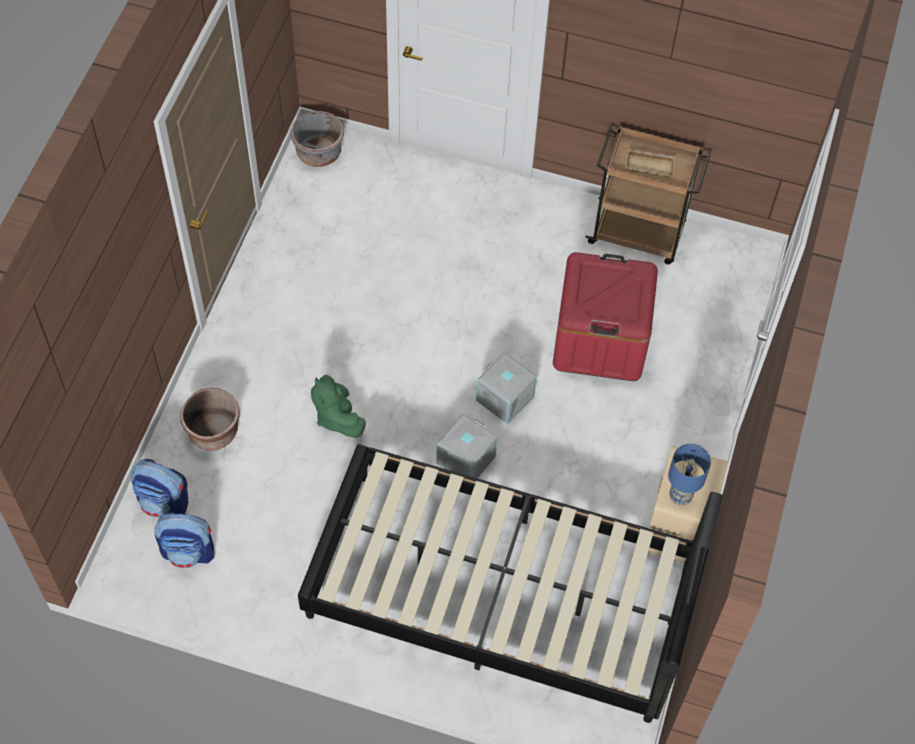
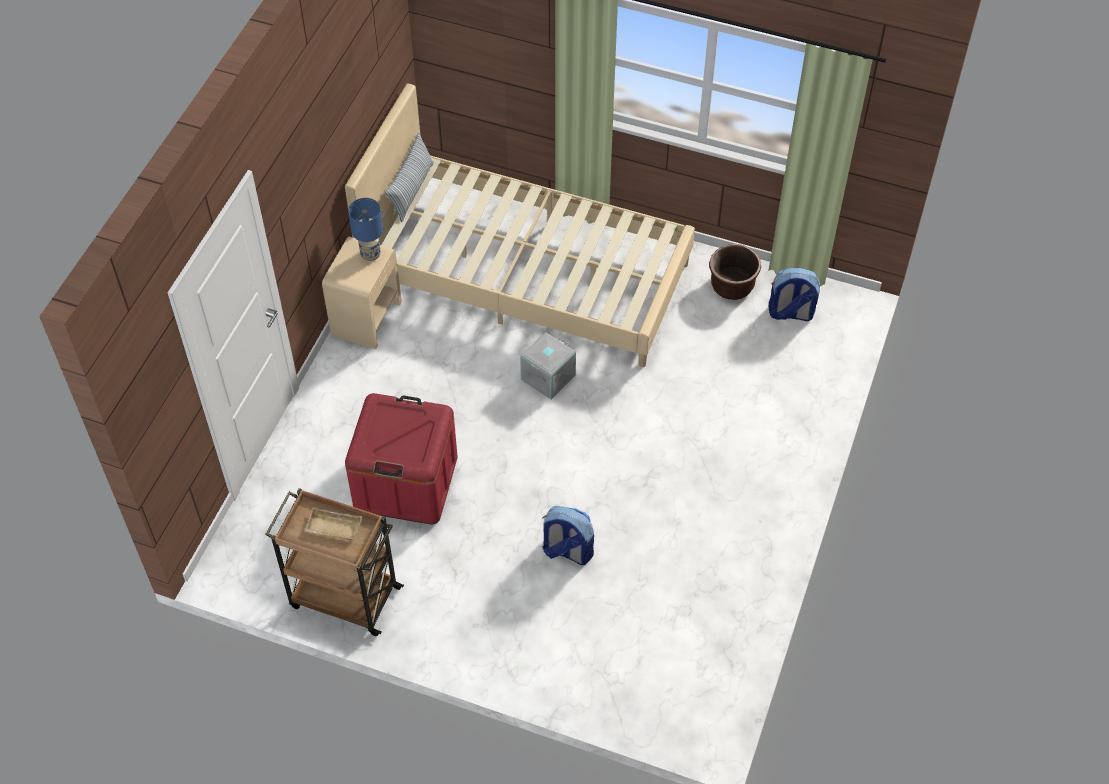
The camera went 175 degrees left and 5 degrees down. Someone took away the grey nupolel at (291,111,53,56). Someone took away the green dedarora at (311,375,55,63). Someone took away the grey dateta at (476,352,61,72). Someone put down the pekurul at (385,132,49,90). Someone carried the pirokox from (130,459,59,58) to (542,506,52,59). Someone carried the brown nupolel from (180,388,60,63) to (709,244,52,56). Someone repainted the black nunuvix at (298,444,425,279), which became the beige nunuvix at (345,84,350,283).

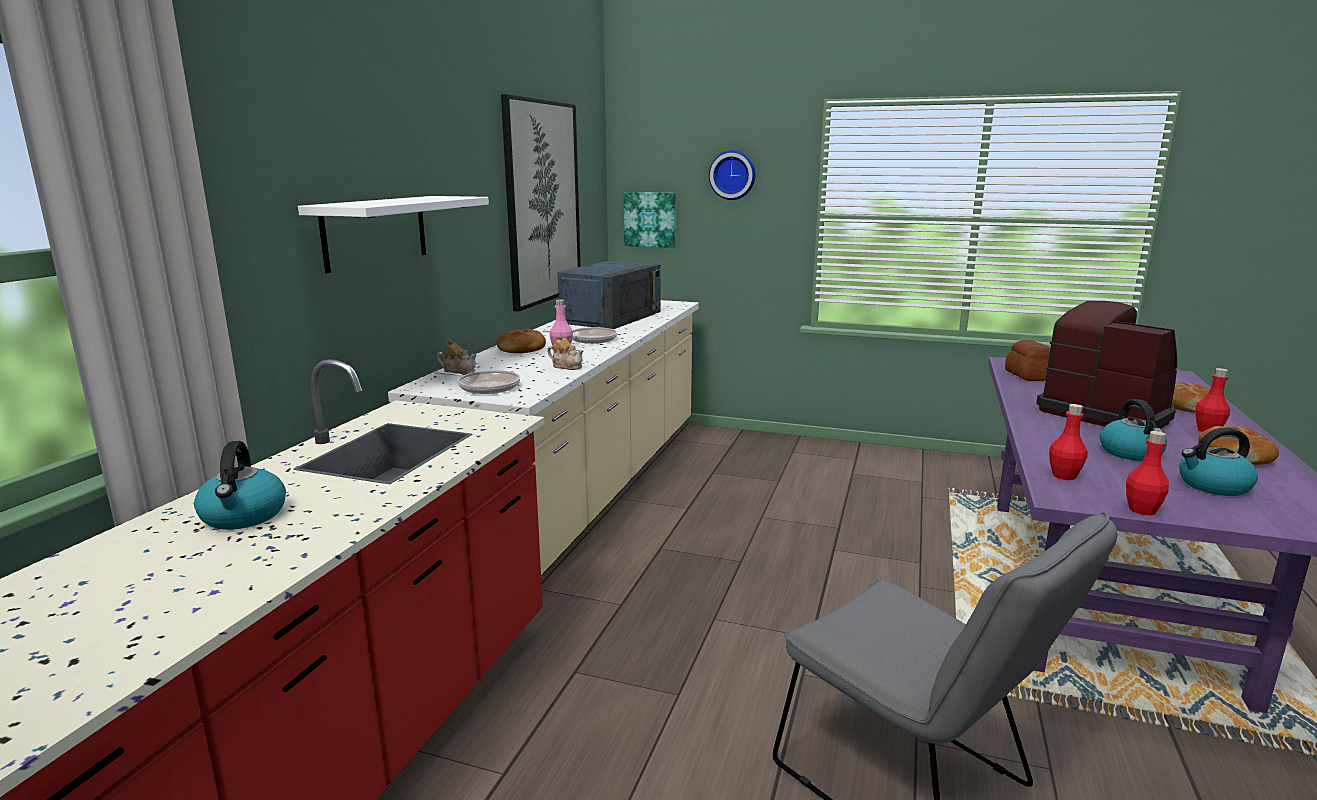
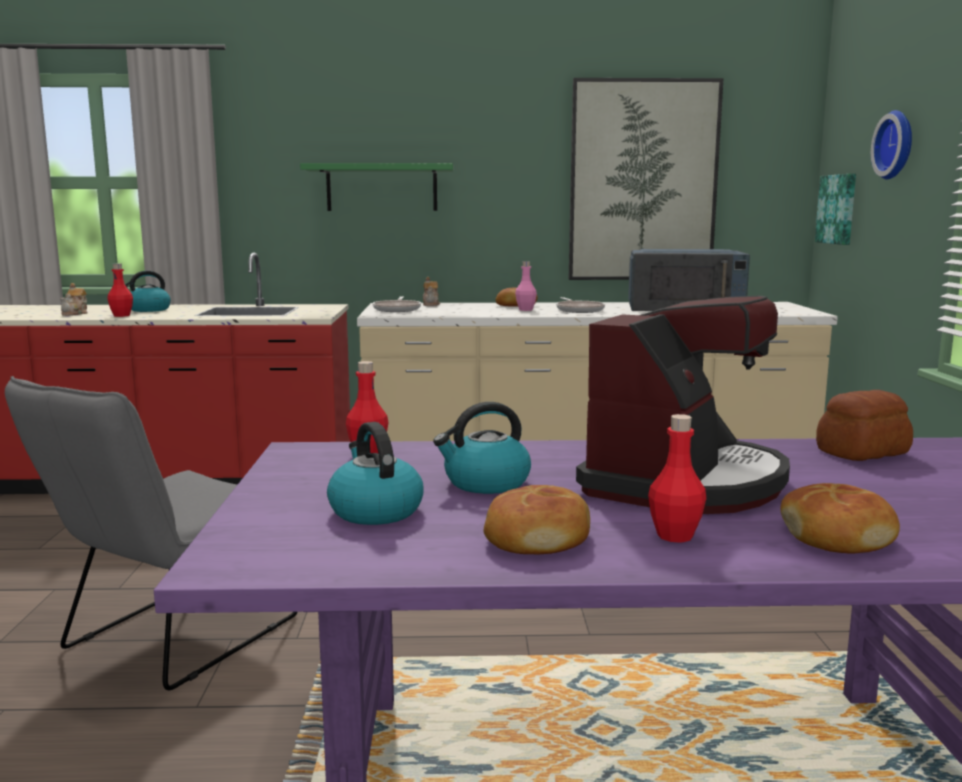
The camera went 70 degrees right and 5 degrees down. Someone carried the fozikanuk from (547,334,37,36) to (60,283,28,33). Someone carried the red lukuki from (1126,431,43,84) to (107,263,26,54). Someone repainted the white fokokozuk at (298,196,191,77), which became the green fokokozuk at (300,163,153,48).

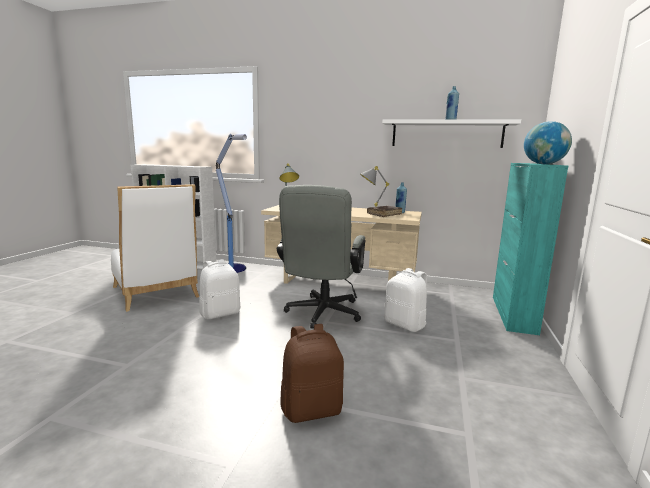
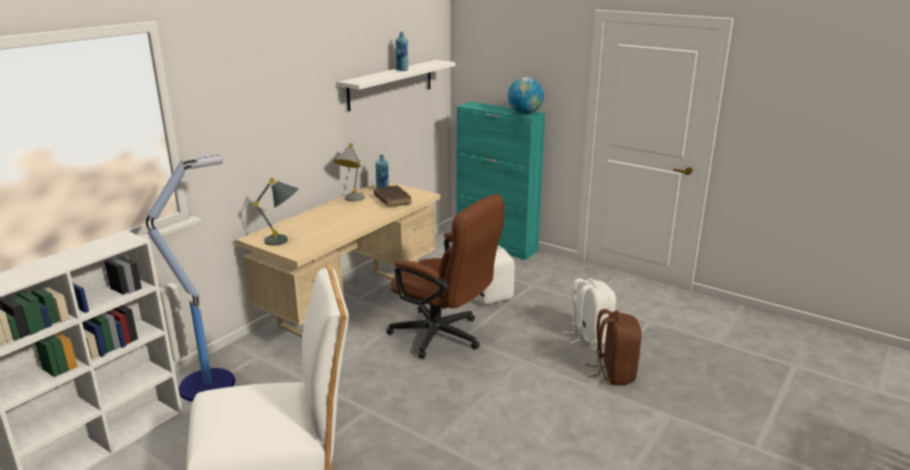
The camera went 70 degrees left and 10 degrees up. Someone carried the white pirokox from (199,259,41,61) to (563,278,53,68). Someone repainted the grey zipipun at (277,185,88,144), which became the brown zipipun at (386,194,119,165).

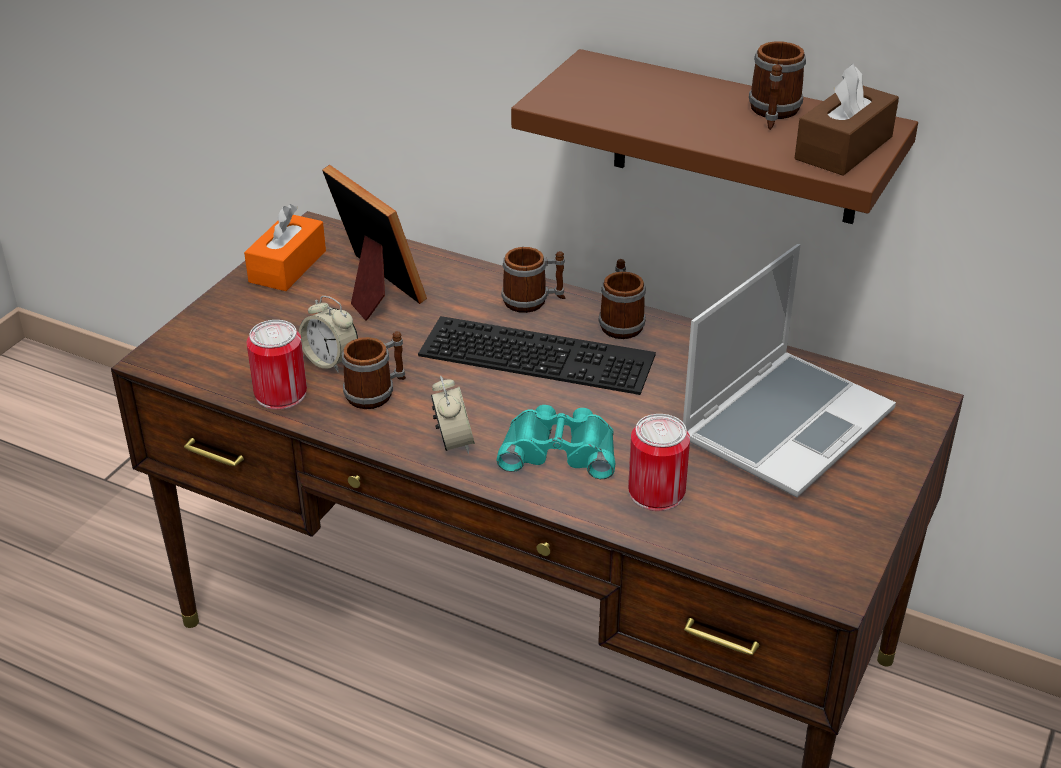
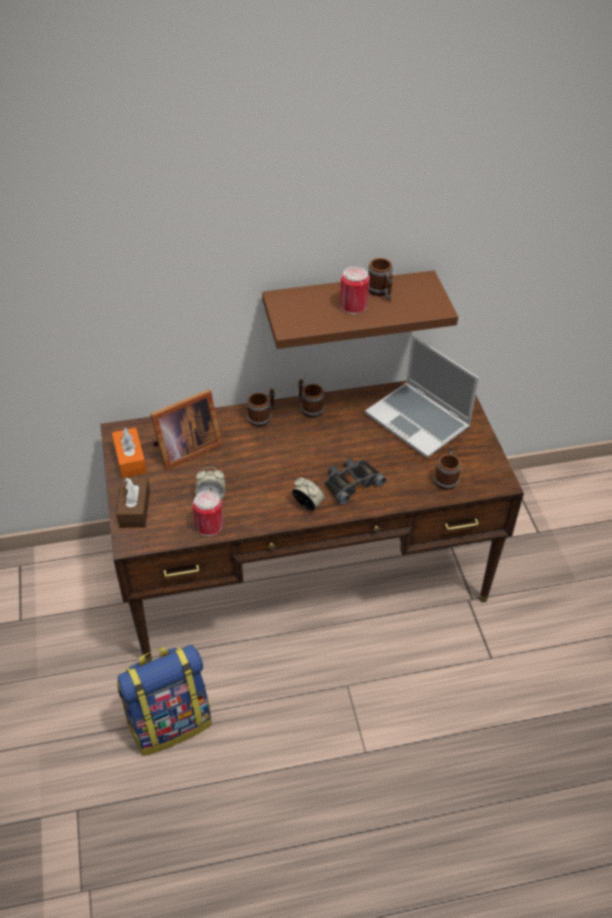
The camera went 40 degrees left and 10 degrees up. Someone took away the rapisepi at (418,316,238,79). Someone put down the pirokox at (117,645,95,111). Someone carried the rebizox from (342,331,64,78) to (434,446,27,44). Someone carried the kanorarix from (628,414,62,97) to (340,266,30,48). Someone carried the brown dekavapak from (795,64,104,112) to (117,477,33,51). Someone repainted the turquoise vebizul at (496,405,120,74), which became the black vebizul at (325,458,61,47). Someone rotated the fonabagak at (322,165,105,156) by 135 degrees clockwise. Someone rotated the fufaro at (683,244,213,253) by 135 degrees clockwise.

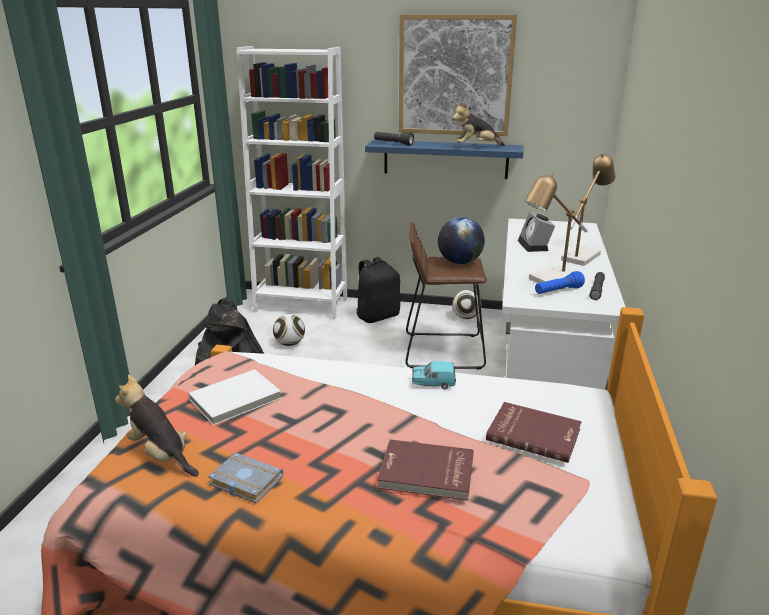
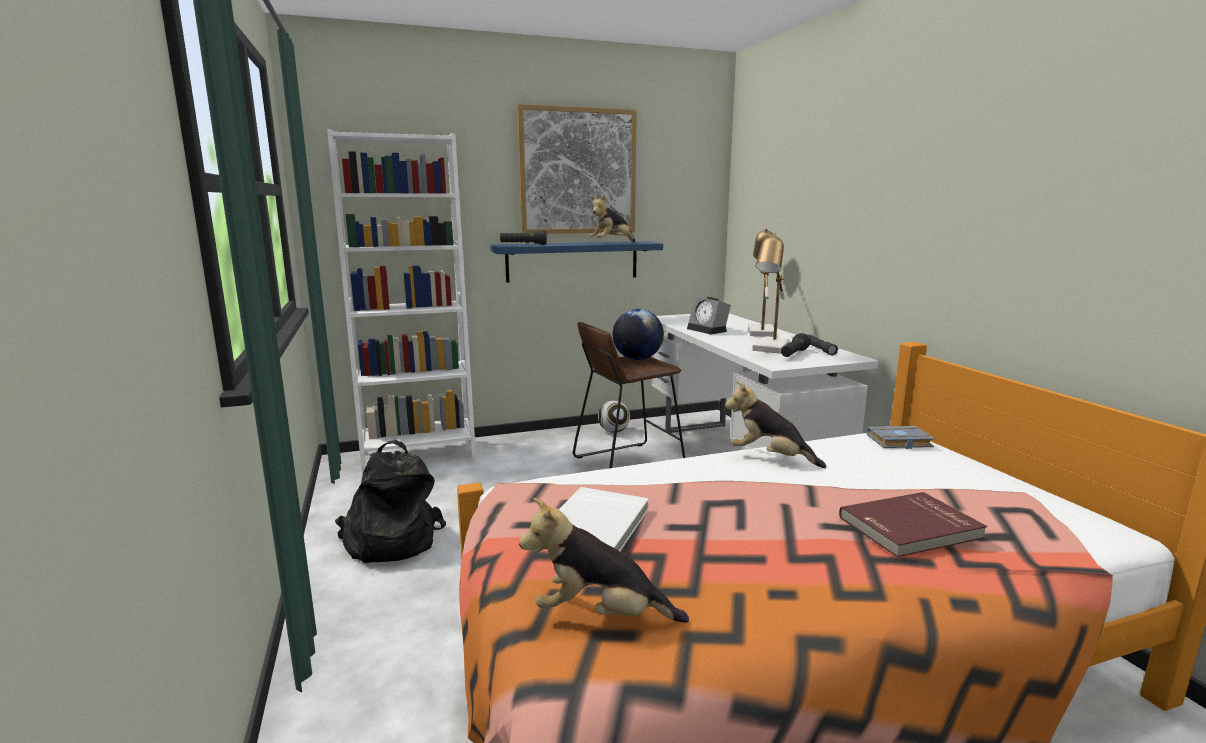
The camera went 30 degrees left and 10 degrees down. Someone took away the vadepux at (273,314,32,32). Someone took away the black pirokox at (356,257,44,66). Someone took away the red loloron at (486,402,95,61). Someone carried the grey loloron from (208,452,76,52) to (866,426,69,23). Someone swapped the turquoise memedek at (412,361,44,29) for the dedarora at (725,381,101,87). Someone repainted the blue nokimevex at (535,271,50,23), which became the black nokimevex at (781,333,29,24).

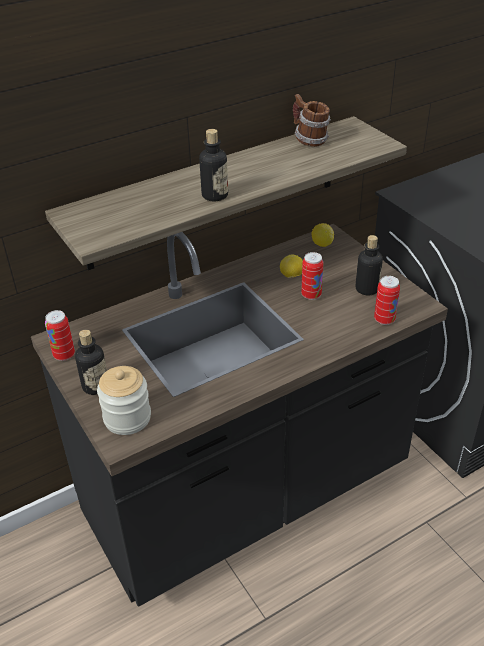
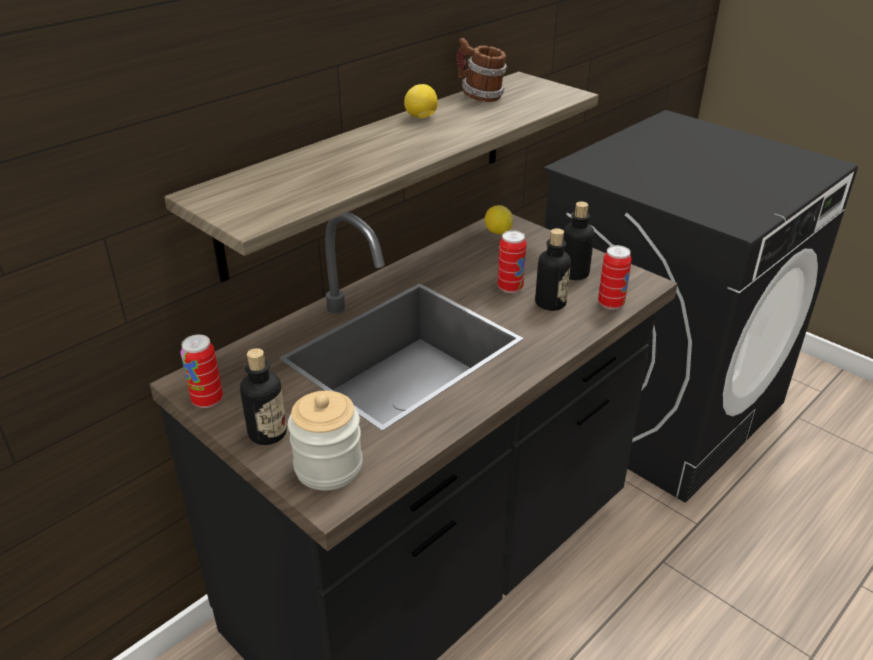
The camera went 15 degrees left and 5 degrees down. Someone carried the lukuki from (199,129,29,72) to (535,228,36,83). Someone carried the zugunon from (280,254,23,24) to (404,84,34,34).

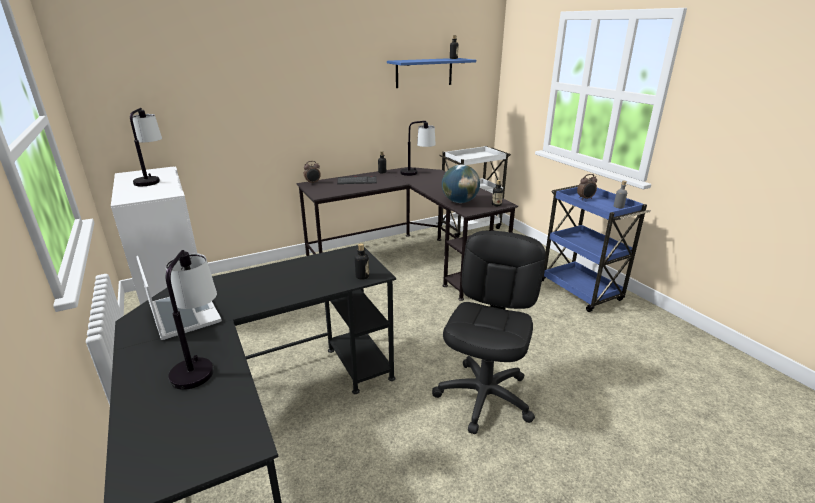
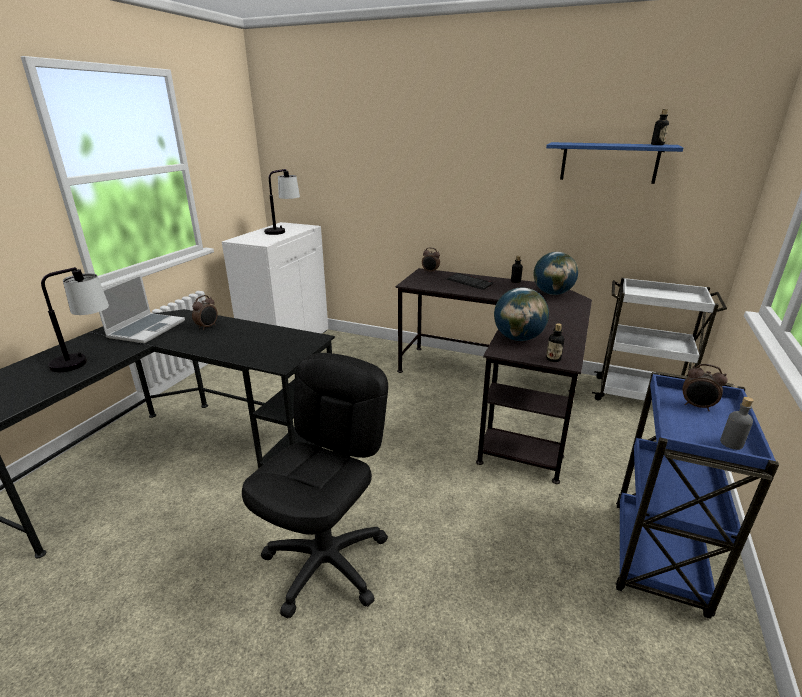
The camera went 50 degrees right and 0 degrees up. Someone took away the lukuki at (355,243,14,37). Someone put down the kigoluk at (192,295,26,35). Someone swapped the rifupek at (400,121,36,55) for the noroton at (534,252,44,43). Someone rotated the black zipipun at (432,231,114,203) by 45 degrees counterclockwise.

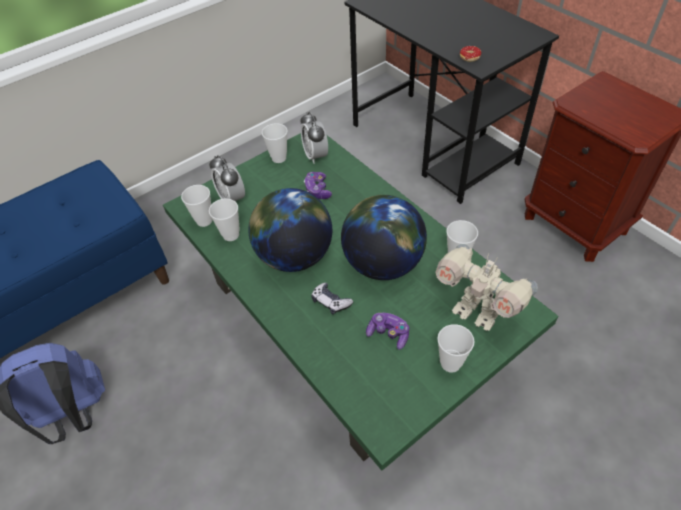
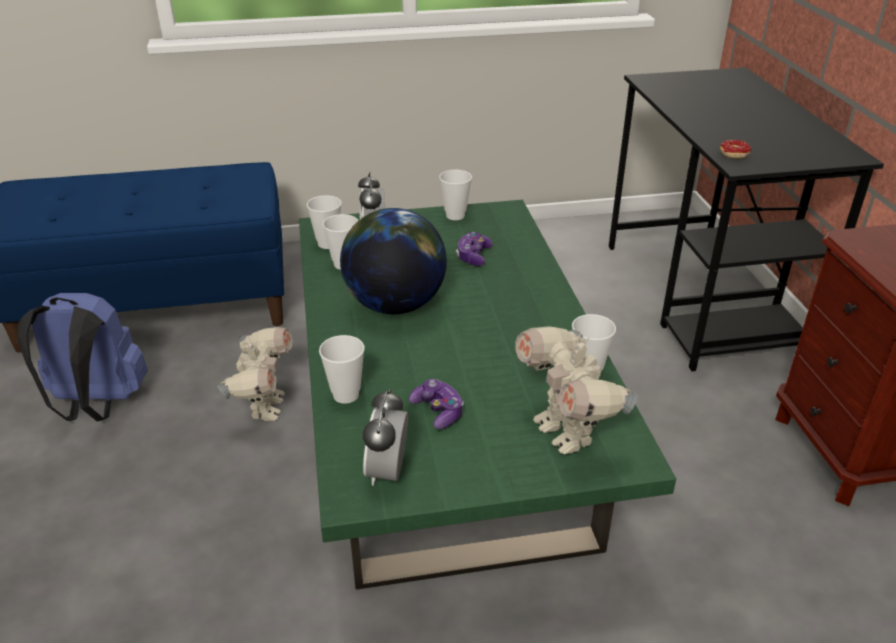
The camera went 25 degrees right and 15 degrees down. Someone took away the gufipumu at (311,283,42,32). Someone took away the noroton at (341,195,86,85). Someone put down the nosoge at (217,327,75,94). Someone carried the kigoluk from (300,112,28,52) to (363,389,45,97). Someone carried the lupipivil from (437,324,38,49) to (319,335,46,69).

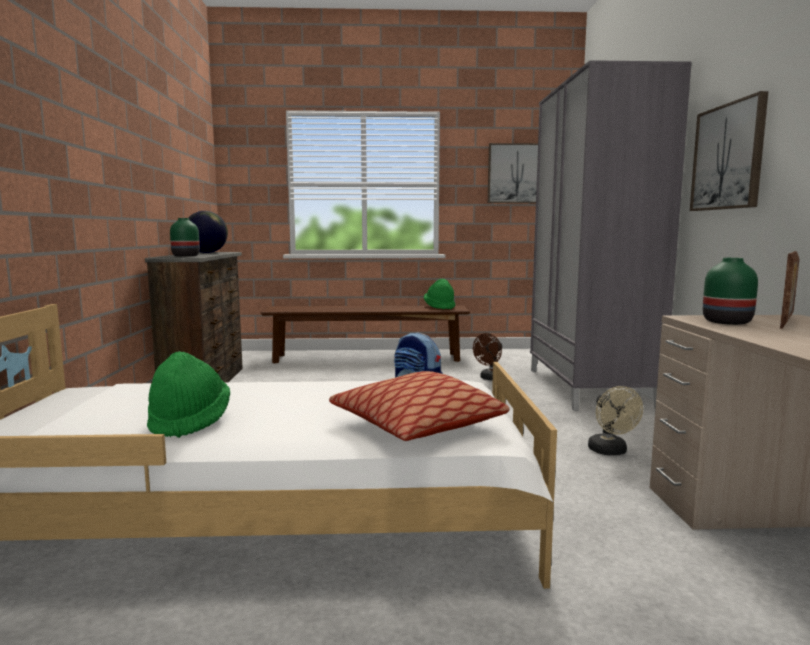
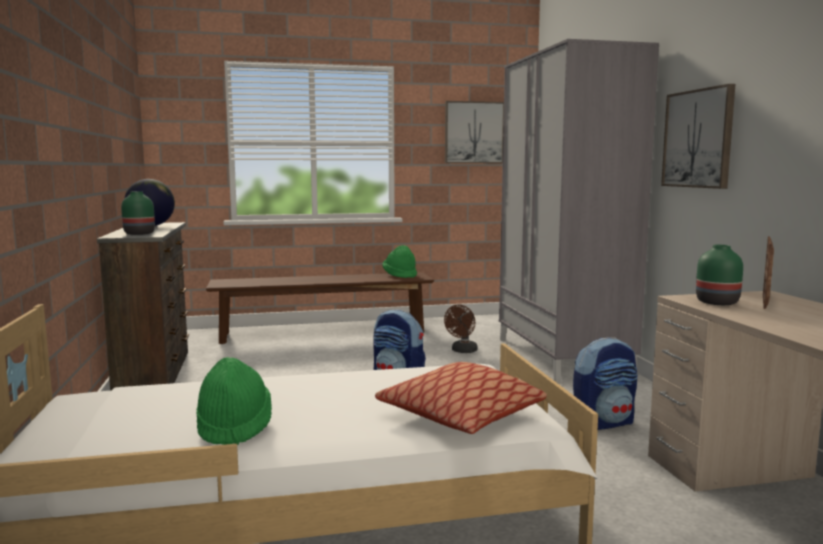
The camera went 10 degrees left and 0 degrees up. Someone swapped the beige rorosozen at (588,386,55,69) for the pirokox at (573,337,64,93).

